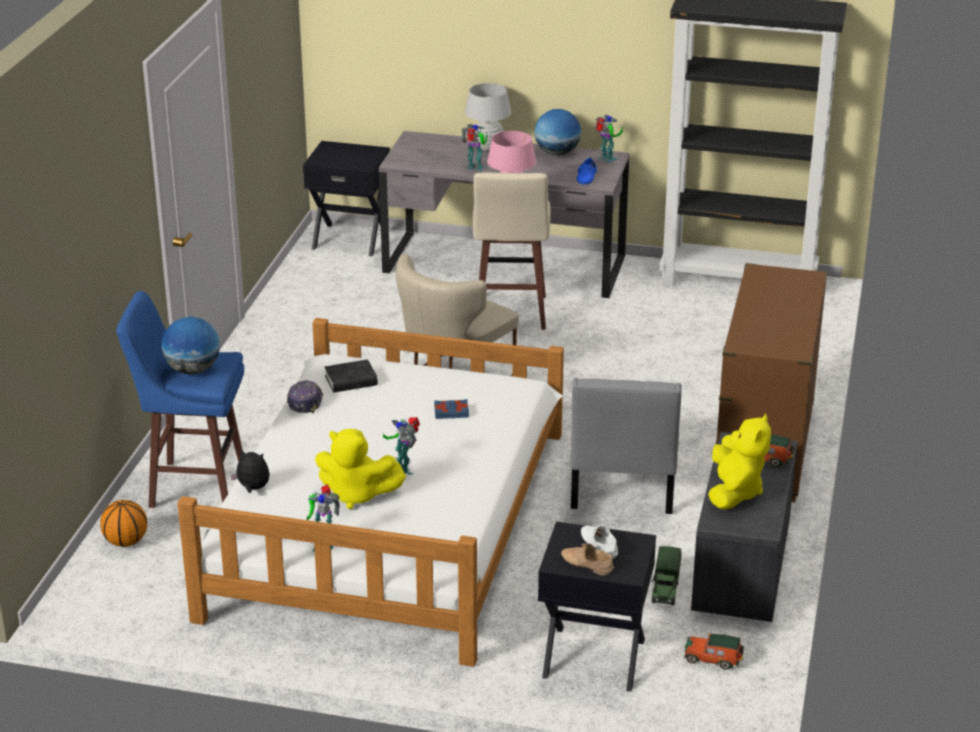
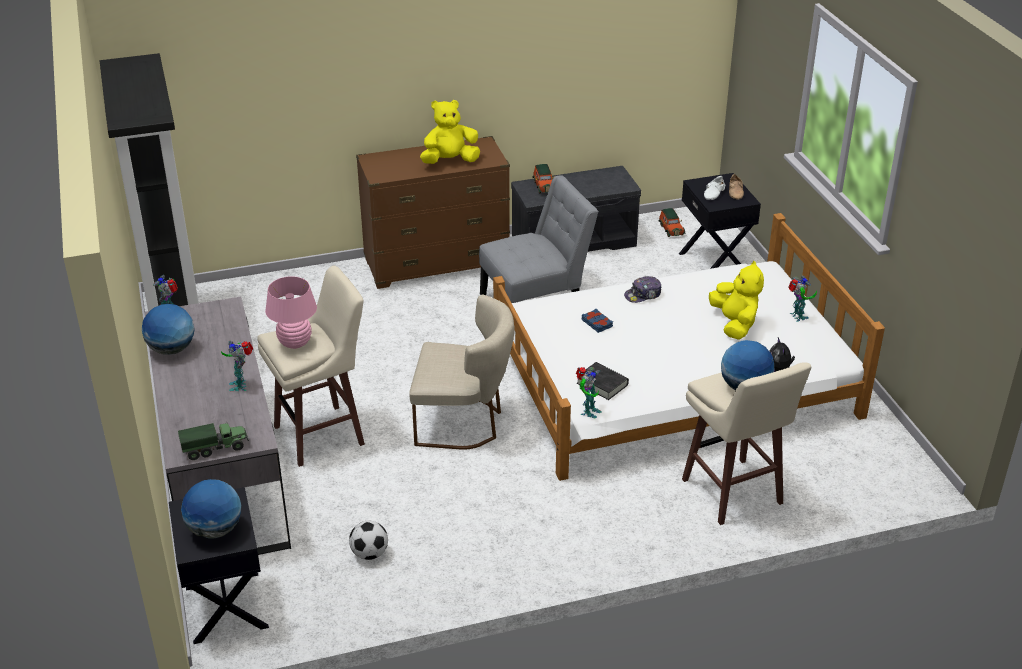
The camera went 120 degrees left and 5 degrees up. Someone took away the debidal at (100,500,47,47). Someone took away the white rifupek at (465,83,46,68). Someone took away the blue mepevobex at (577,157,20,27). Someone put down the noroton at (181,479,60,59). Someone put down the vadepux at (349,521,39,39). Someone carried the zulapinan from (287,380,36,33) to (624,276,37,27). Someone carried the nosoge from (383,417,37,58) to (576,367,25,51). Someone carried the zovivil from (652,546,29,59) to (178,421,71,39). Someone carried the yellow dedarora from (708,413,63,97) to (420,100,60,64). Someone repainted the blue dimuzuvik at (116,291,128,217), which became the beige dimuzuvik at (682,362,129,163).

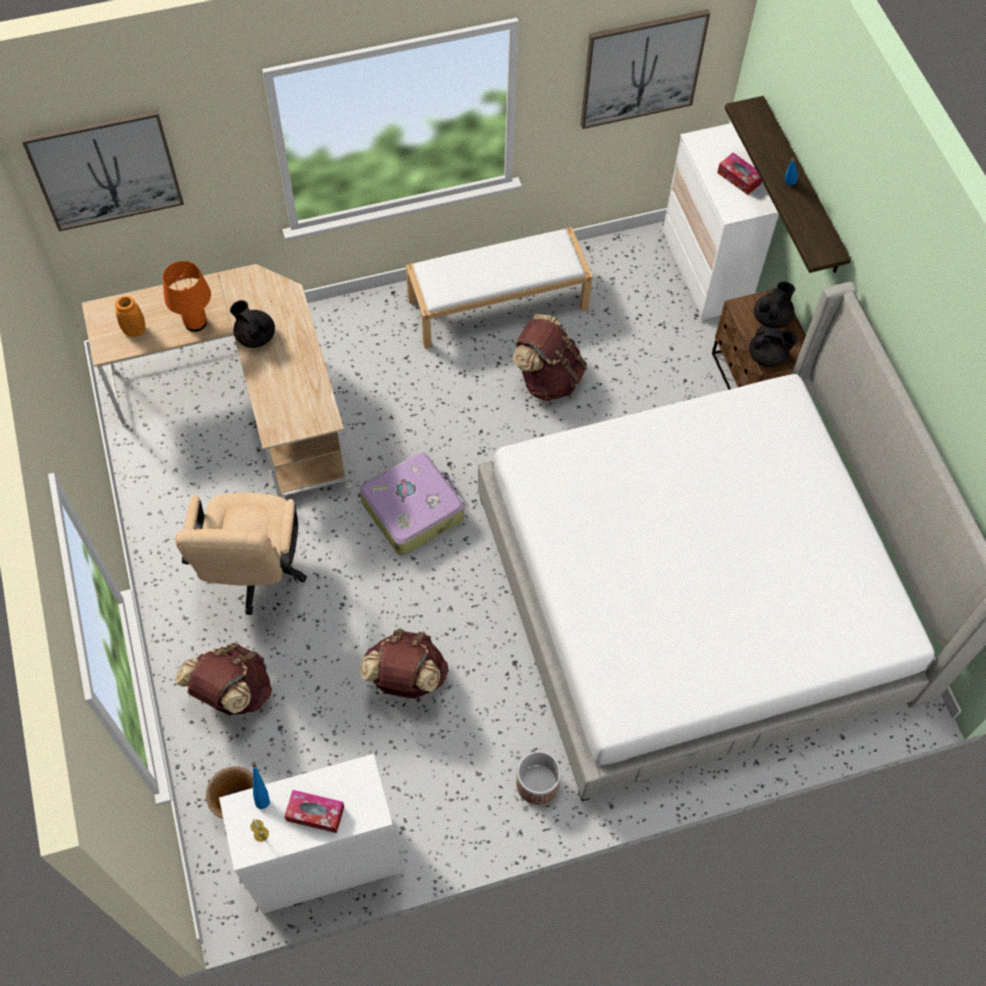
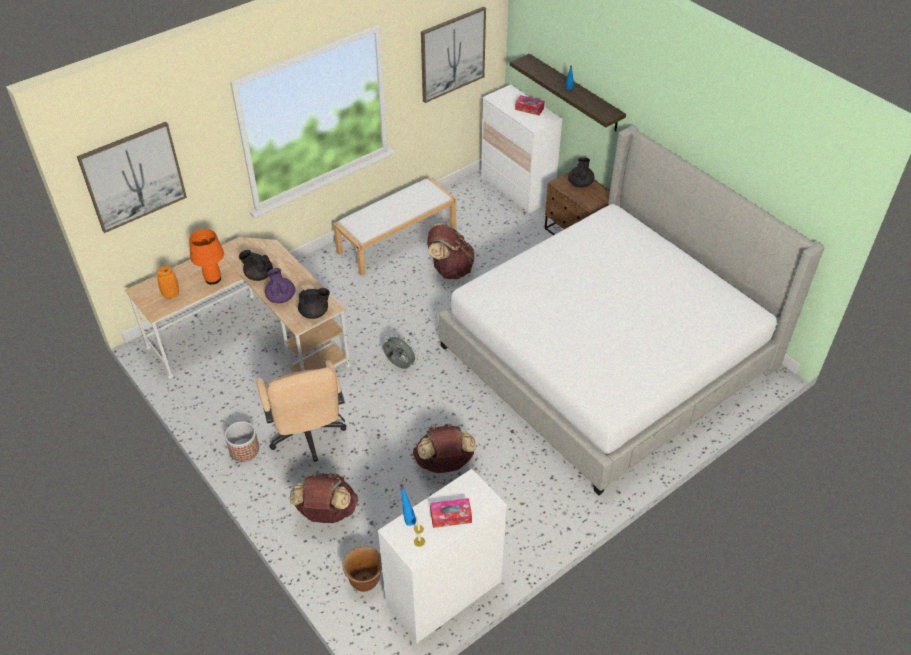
The camera went 20 degrees left and 15 degrees down. Someone put down the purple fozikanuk at (265,268,30,35). Someone carried the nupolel from (516,751,45,54) to (225,421,34,41). Someone carried the black fozikanuk from (749,326,49,41) to (298,288,32,31). Someone swapped the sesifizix at (360,452,104,103) for the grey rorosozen at (383,334,35,35).

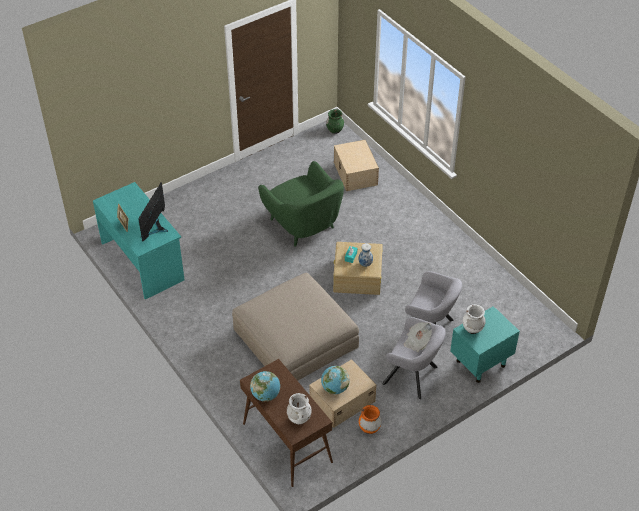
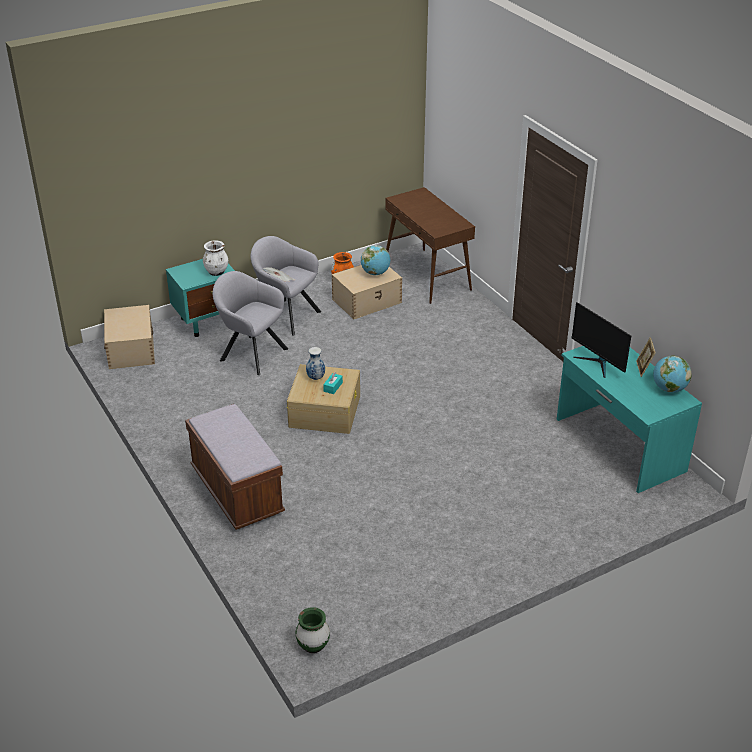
The camera went 175 degrees left and 10 degrees down. Someone took away the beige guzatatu at (232,273,127,108). Someone took away the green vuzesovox at (258,161,86,86). Someone took away the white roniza at (287,393,24,32). Someone put down the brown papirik at (185,404,100,126). Someone carried the noroton from (250,371,30,31) to (653,355,39,38). Someone carried the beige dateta from (334,140,45,51) to (104,305,51,64). Someone rotated the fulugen at (138,182,30,59) by 120 degrees clockwise.

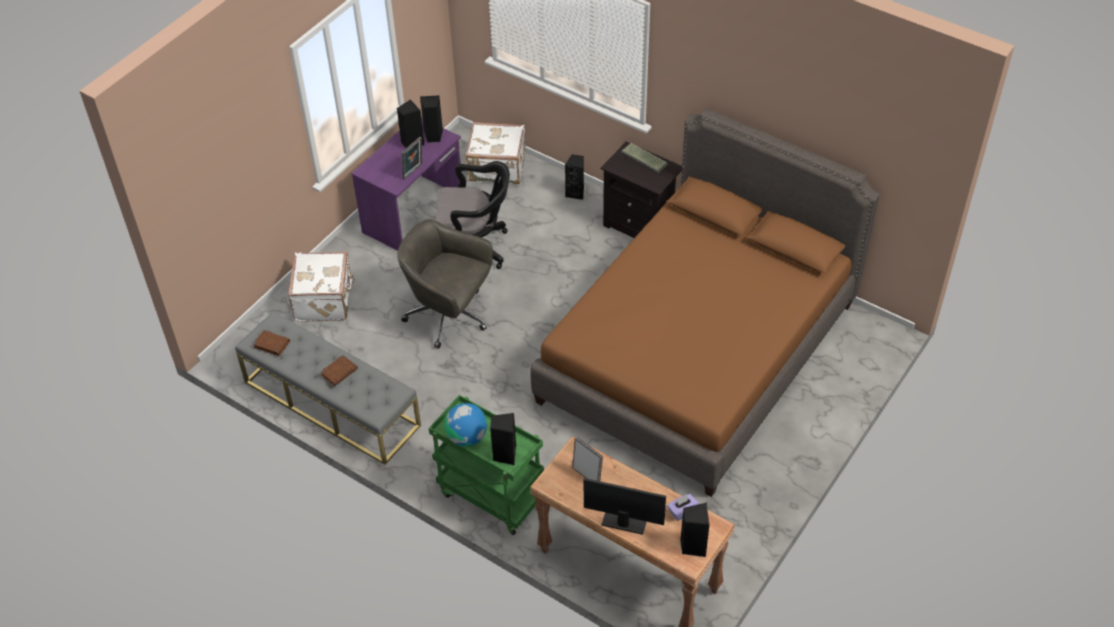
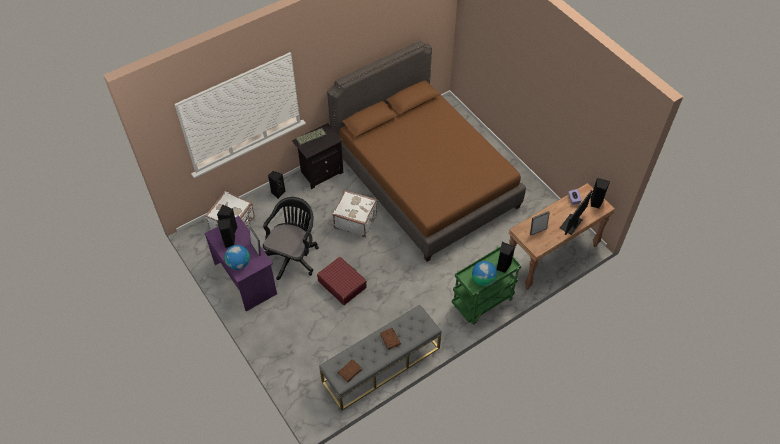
The camera went 70 degrees left and 5 degrees up. Someone put down the noroton at (225,245,25,25). Someone carried the white sesifizix from (288,252,67,70) to (333,190,44,47). Someone swapped the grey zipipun at (397,219,96,130) for the red sesifizix at (317,257,50,48).

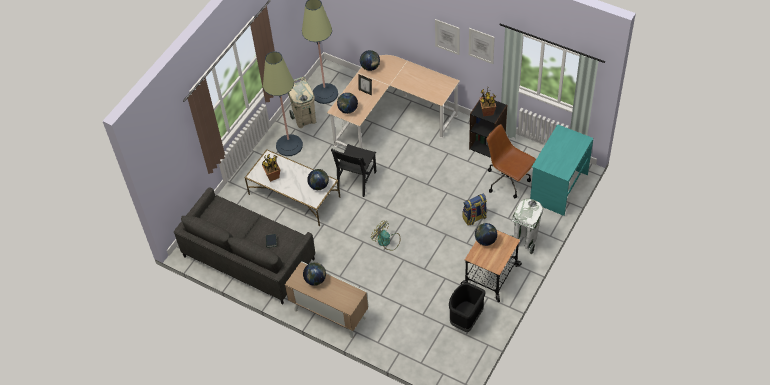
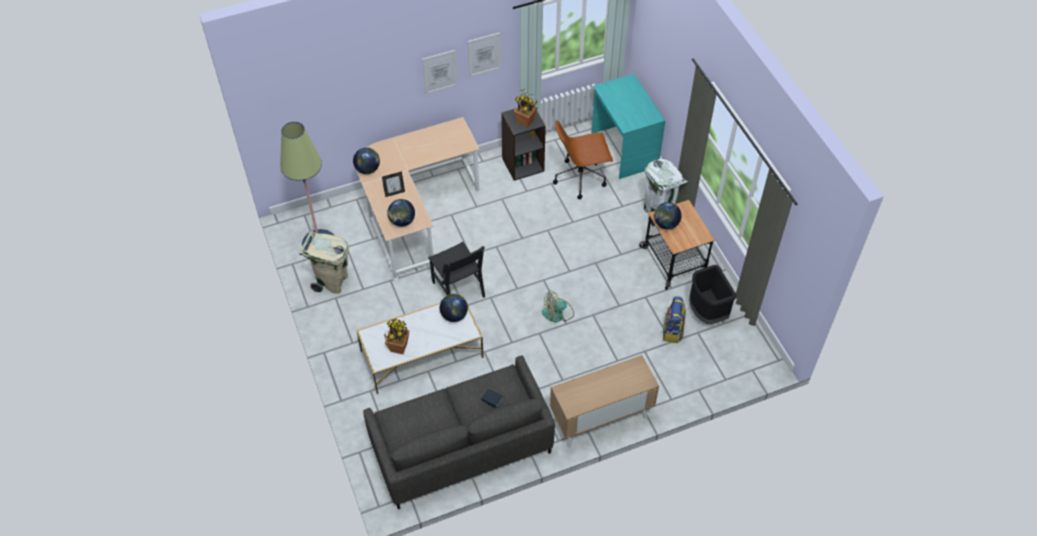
The camera went 55 degrees left and 0 degrees up. Someone took away the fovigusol at (263,51,40,105). Someone took away the noroton at (303,262,23,24). Someone carried the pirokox from (462,194,25,32) to (663,296,23,47).

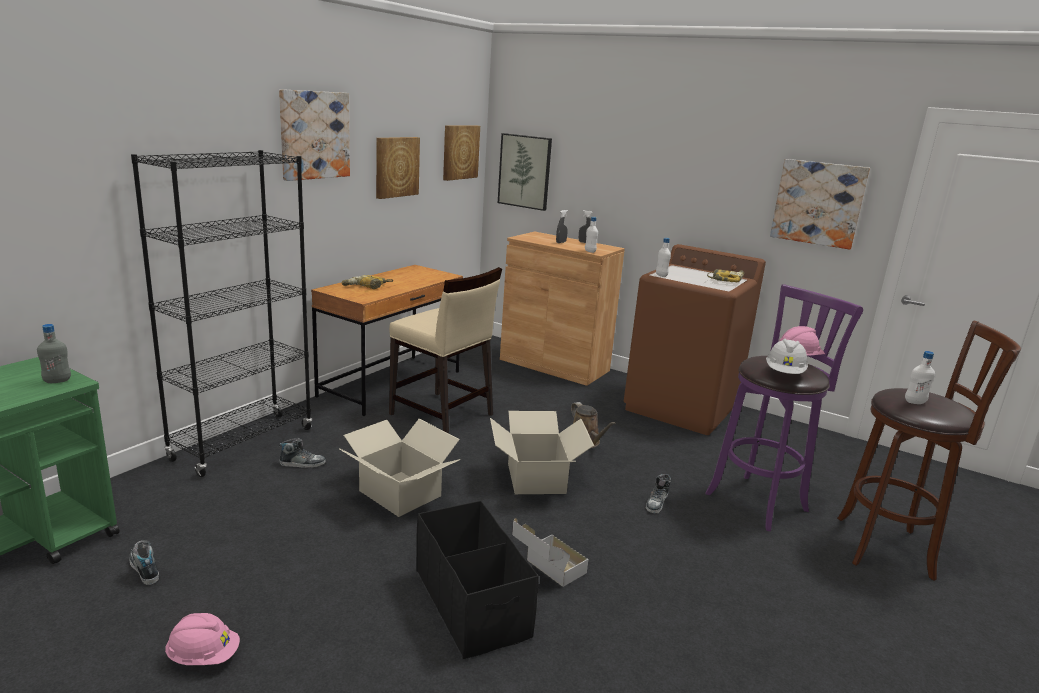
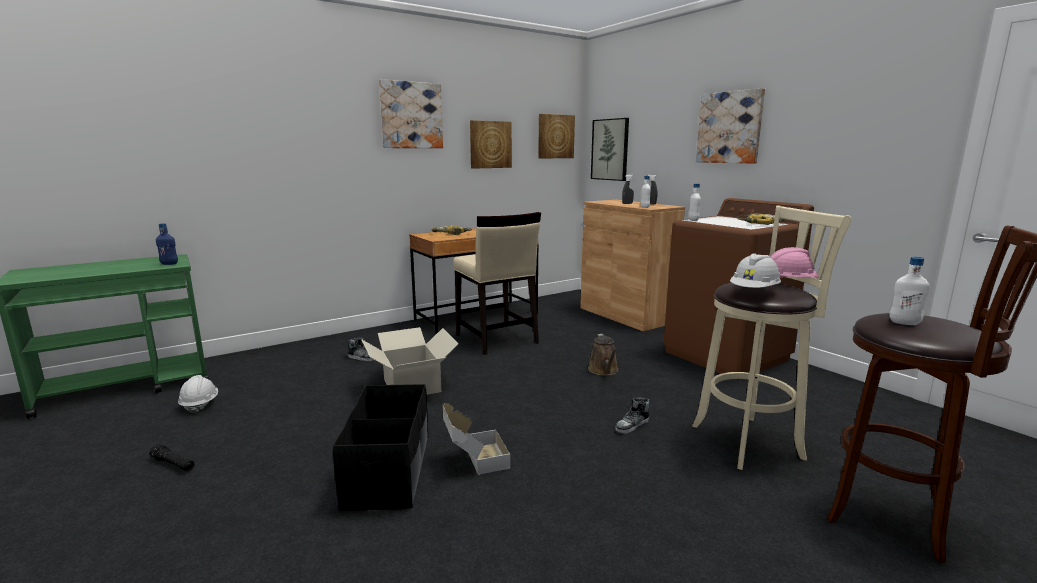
The camera went 25 degrees right and 5 degrees down. Someone took away the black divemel at (131,150,181,327). Someone took away the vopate at (490,411,104,83). Someone carried the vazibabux from (770,159,100,90) to (696,88,69,76). Someone swapped the mepevobex at (129,540,30,45) for the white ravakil at (178,375,40,39). Someone swapped the pink ravakil at (165,613,75,52) for the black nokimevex at (149,444,46,28). Someone repainted the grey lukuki at (37,324,34,59), which became the blue lukuki at (156,223,22,42). Someone repainted the purple dimuzuvik at (705,284,158,247), which became the beige dimuzuvik at (692,206,159,264).

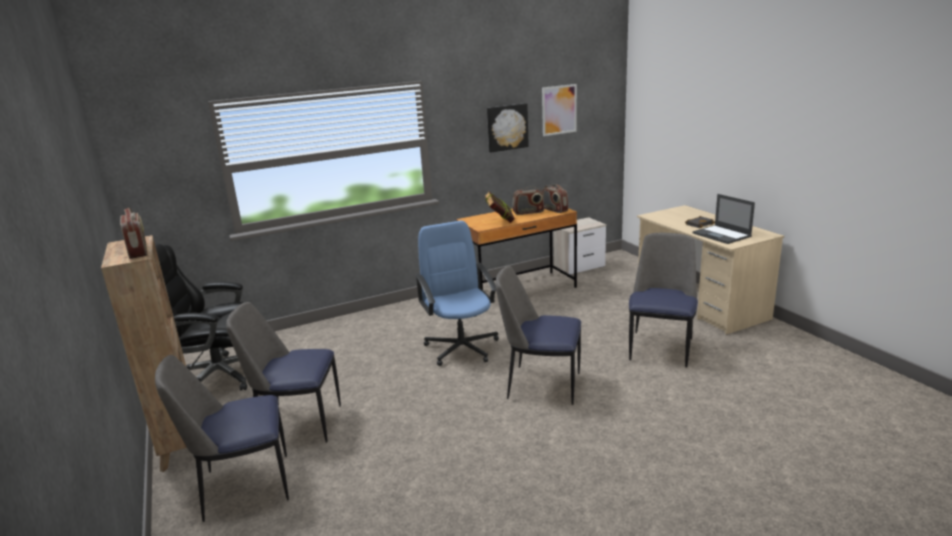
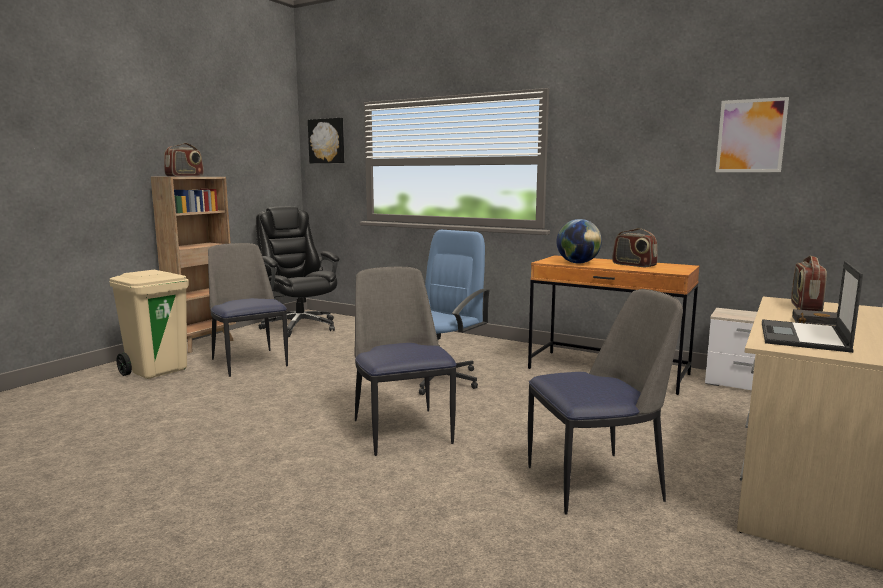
The camera went 55 degrees right and 10 degrees down. Someone carried the vazibabux from (487,103,42,49) to (308,118,36,45). Someone carried the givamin from (542,184,26,29) to (791,256,36,55). Someone swapped the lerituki at (155,355,134,167) for the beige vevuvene at (109,270,80,109). Someone swapped the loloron at (485,191,30,32) for the noroton at (556,219,46,44).

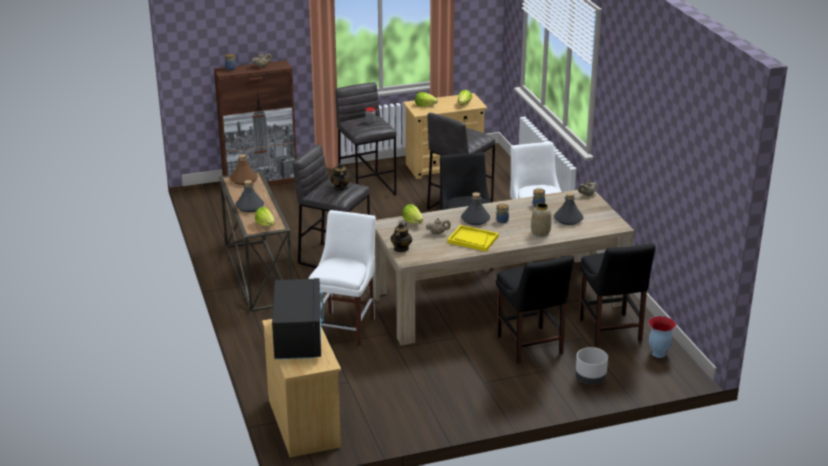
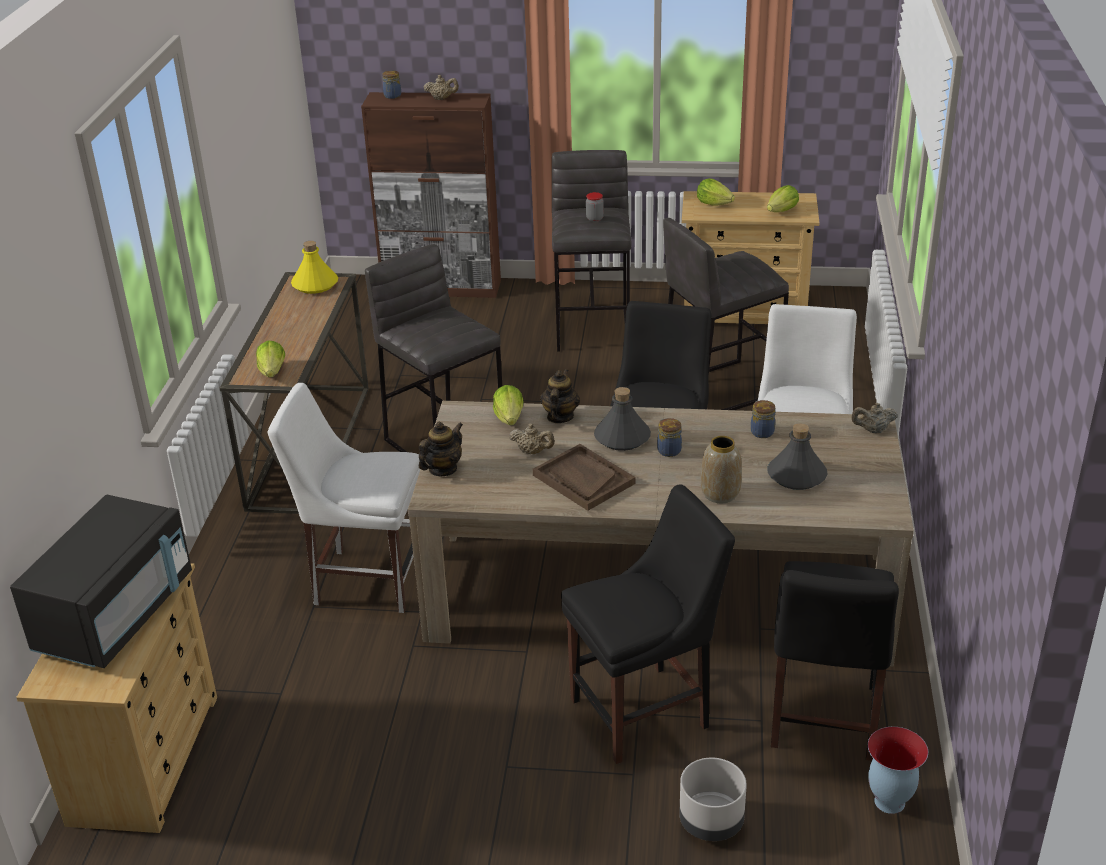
The camera went 25 degrees right and 5 degrees up. Someone took away the grey lukuki at (235,180,29,32). Someone carried the fozikanuk from (330,163,21,28) to (540,369,40,54). Someone repainted the brown lukuki at (230,154,28,31), which became the yellow lukuki at (291,241,47,53). Someone repainted the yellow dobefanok at (447,225,52,26), which became the brown dobefanok at (533,444,103,67). Someone rotated the white lerituki at (308,210,68,136) by 120 degrees counterclockwise. Someone rotated the black lerituki at (496,255,78,109) by 120 degrees counterclockwise.

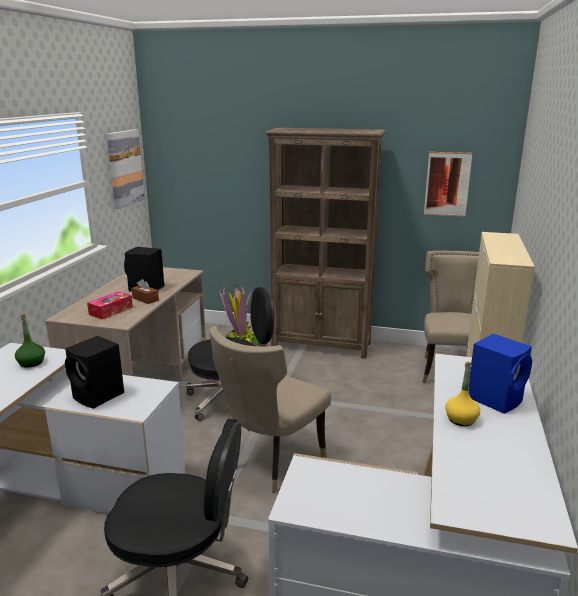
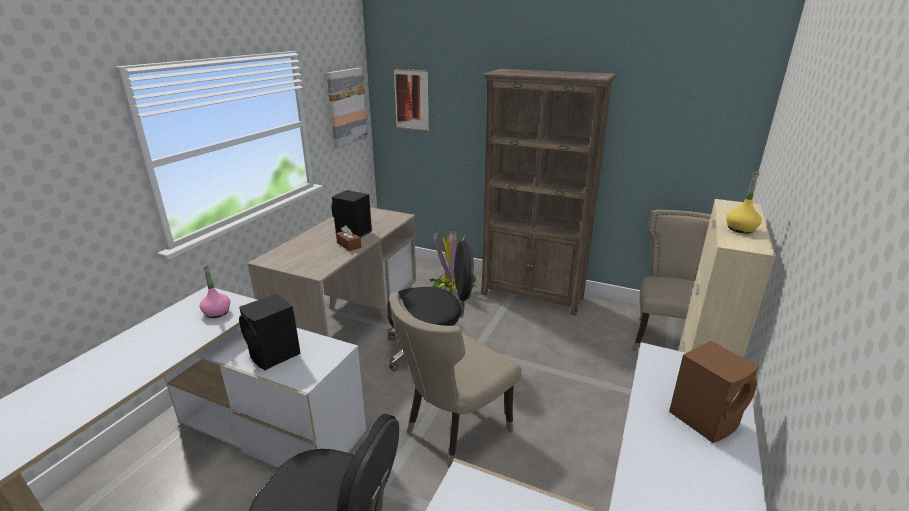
The camera went 10 degrees right and 5 degrees up. Someone took away the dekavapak at (87,292,46,27). Someone carried the vazibabux from (424,152,48,65) to (393,69,36,62). Someone carried the yellow lukuki from (445,362,35,64) to (726,172,36,62). Someone repainted the green lukuki at (15,313,30,55), which became the pink lukuki at (200,264,30,54). Someone repainted the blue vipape at (469,334,63,80), which became the brown vipape at (669,341,90,102).

